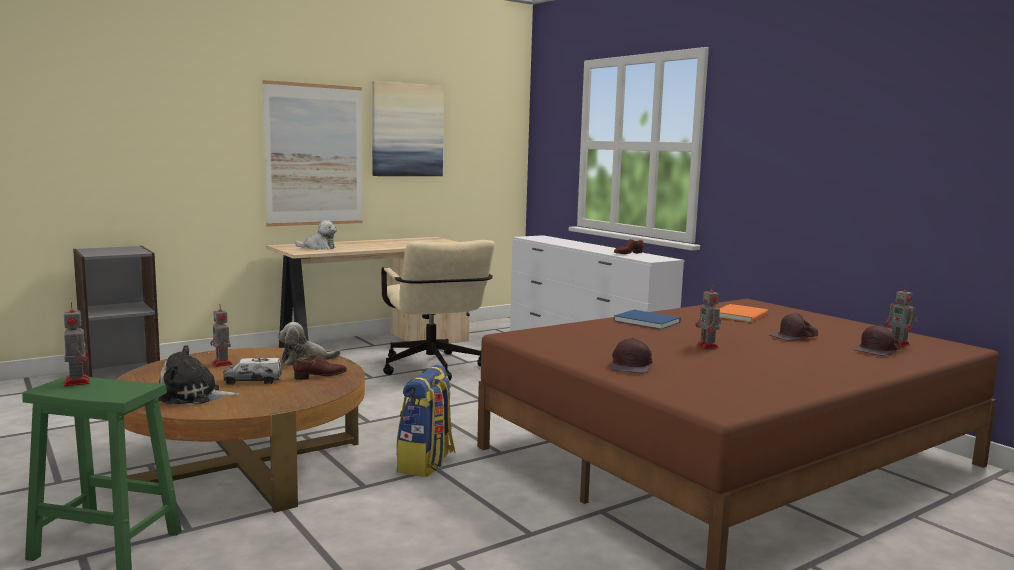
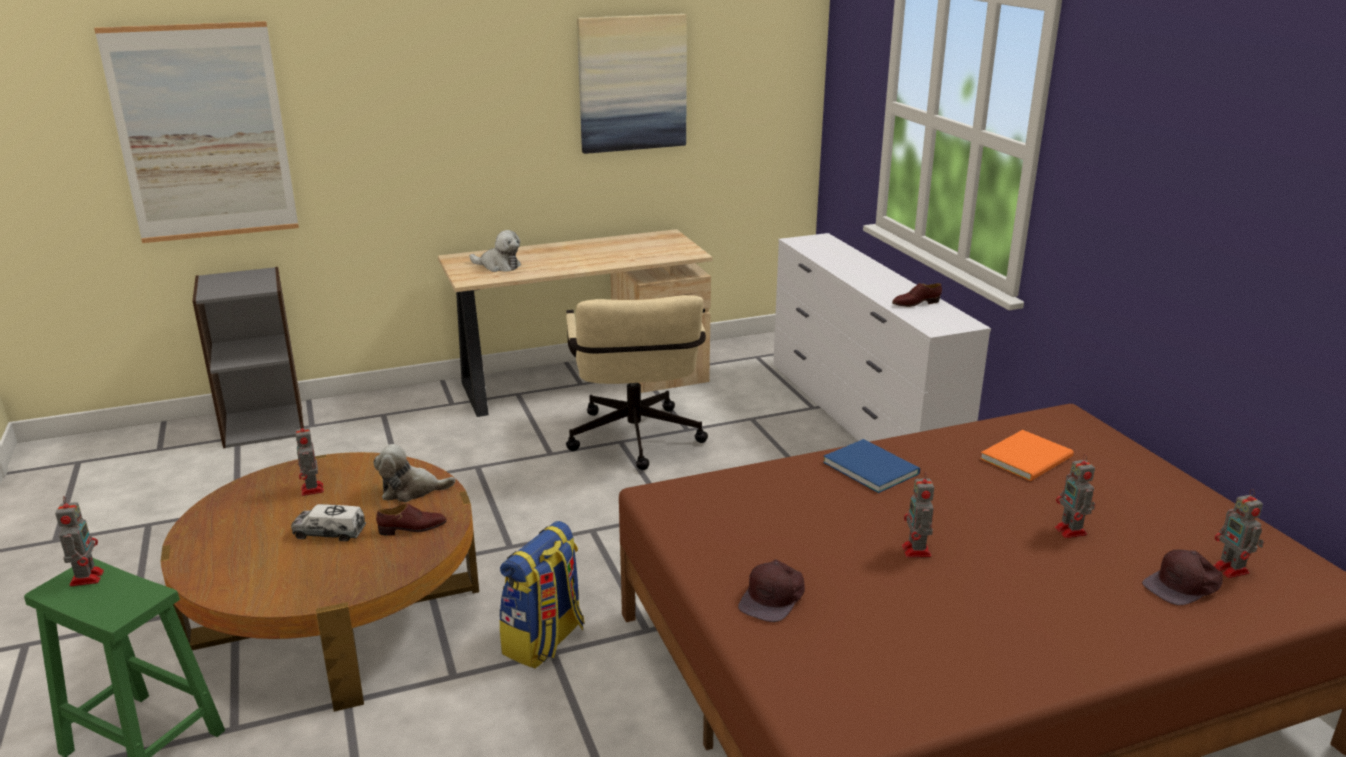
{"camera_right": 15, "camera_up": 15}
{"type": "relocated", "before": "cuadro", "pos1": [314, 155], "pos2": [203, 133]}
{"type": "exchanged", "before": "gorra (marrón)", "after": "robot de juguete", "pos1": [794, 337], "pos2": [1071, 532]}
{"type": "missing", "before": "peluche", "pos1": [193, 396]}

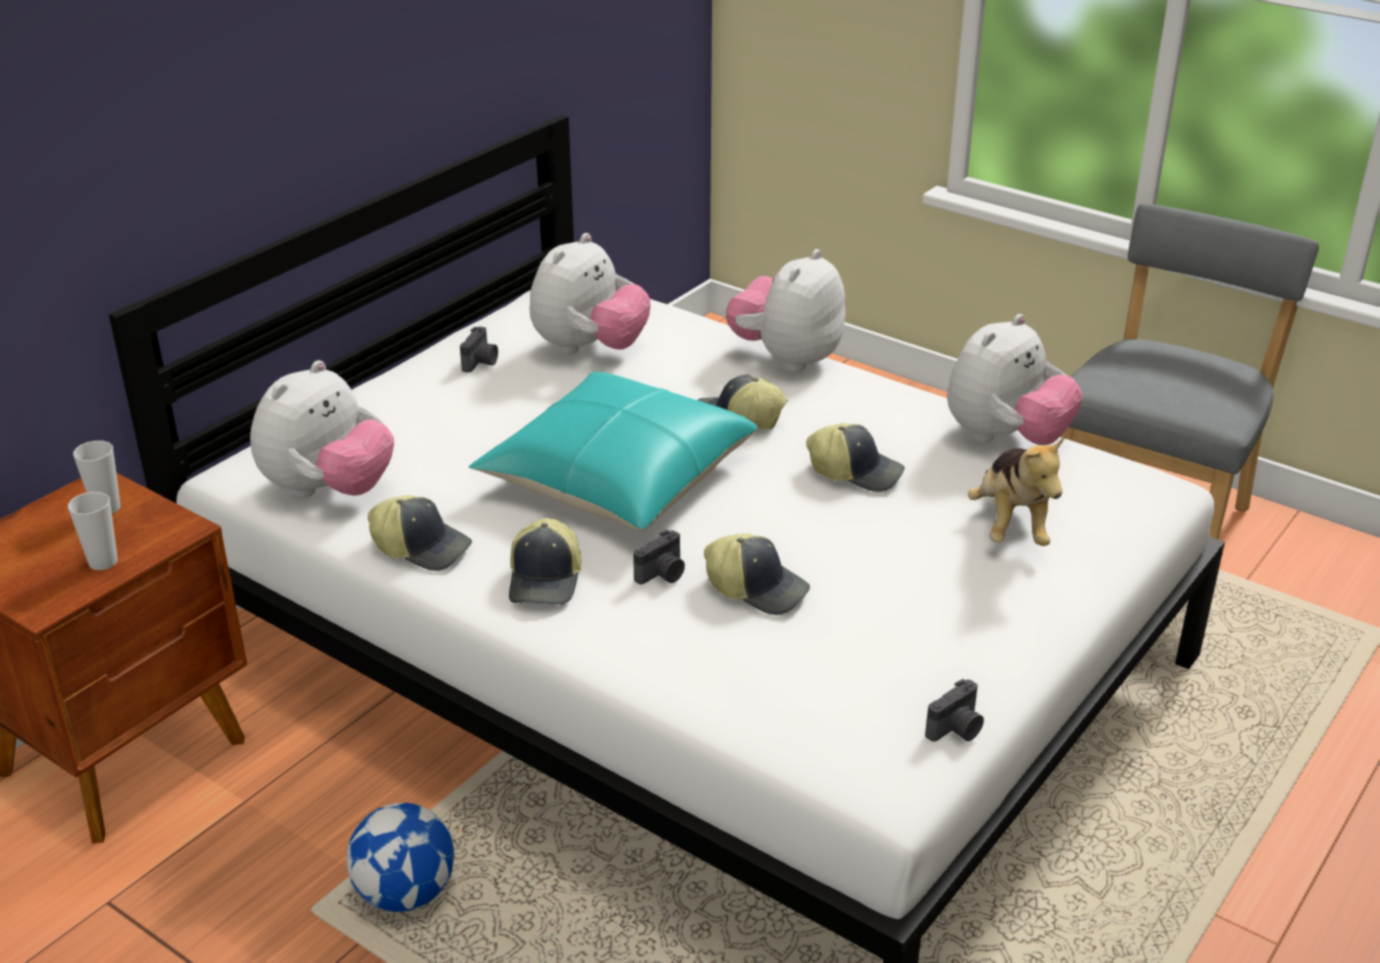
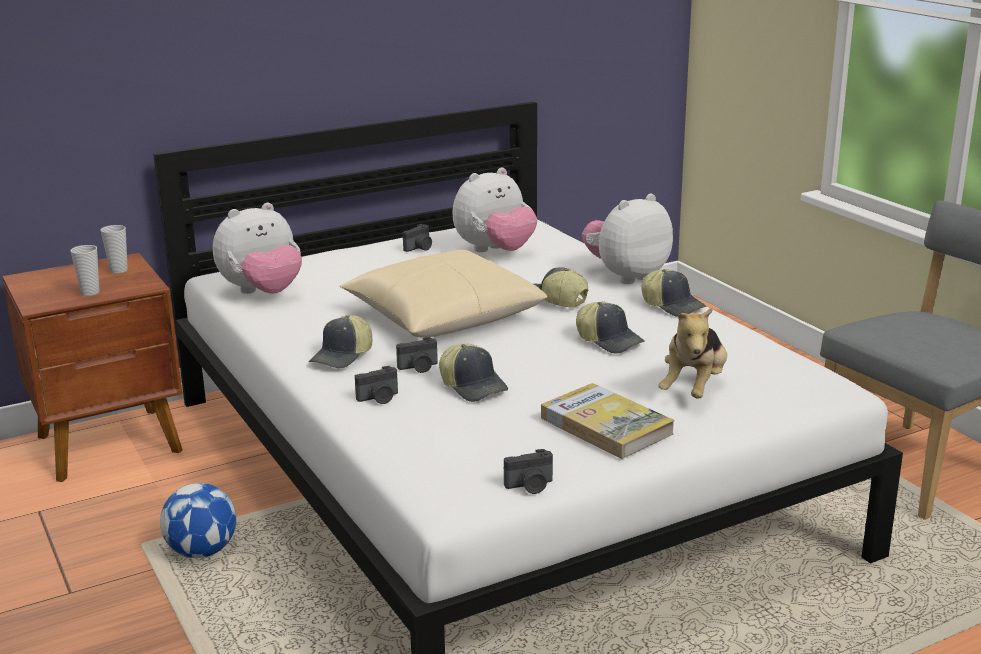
{"camera_right": 25, "camera_up": -10}
{"type": "colour", "before": "cojín (turquesa)", "after": "cojín (beis)", "pos1": [617, 478], "pos2": [443, 316]}
{"type": "appeared", "after": "cámara", "pos2": [379, 398]}
{"type": "appeared", "after": "libro", "pos2": [606, 426]}
{"type": "relocated", "before": "gorra", "pos1": [422, 547], "pos2": [673, 306]}
{"type": "missing", "before": "peluche", "pos1": [1005, 439]}

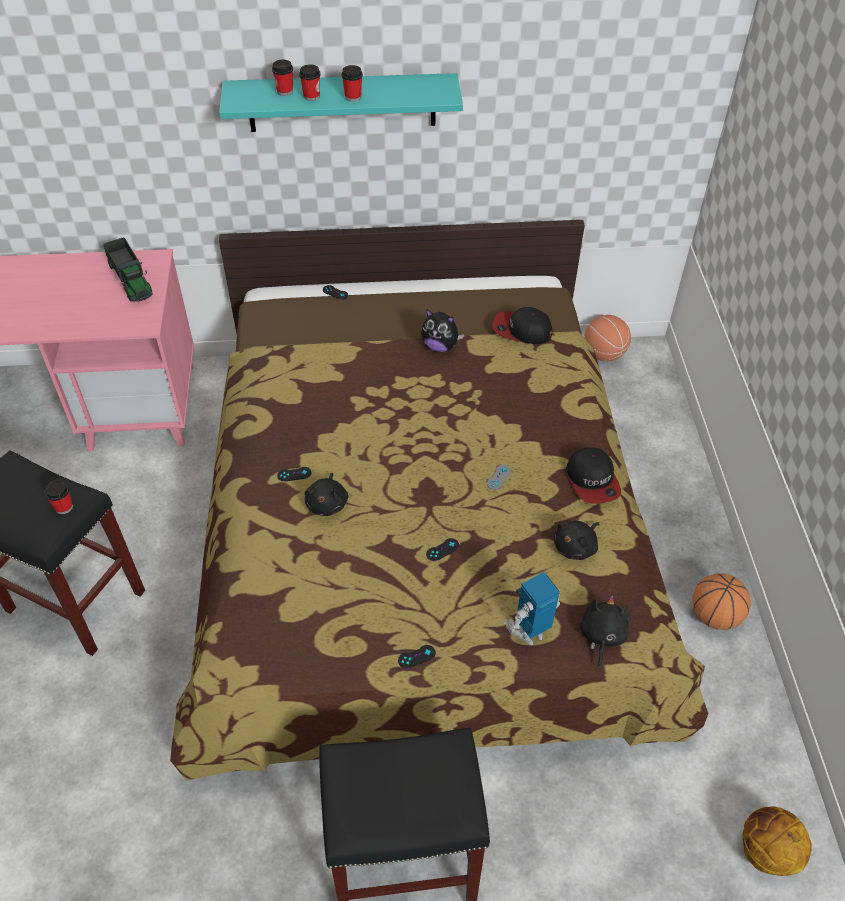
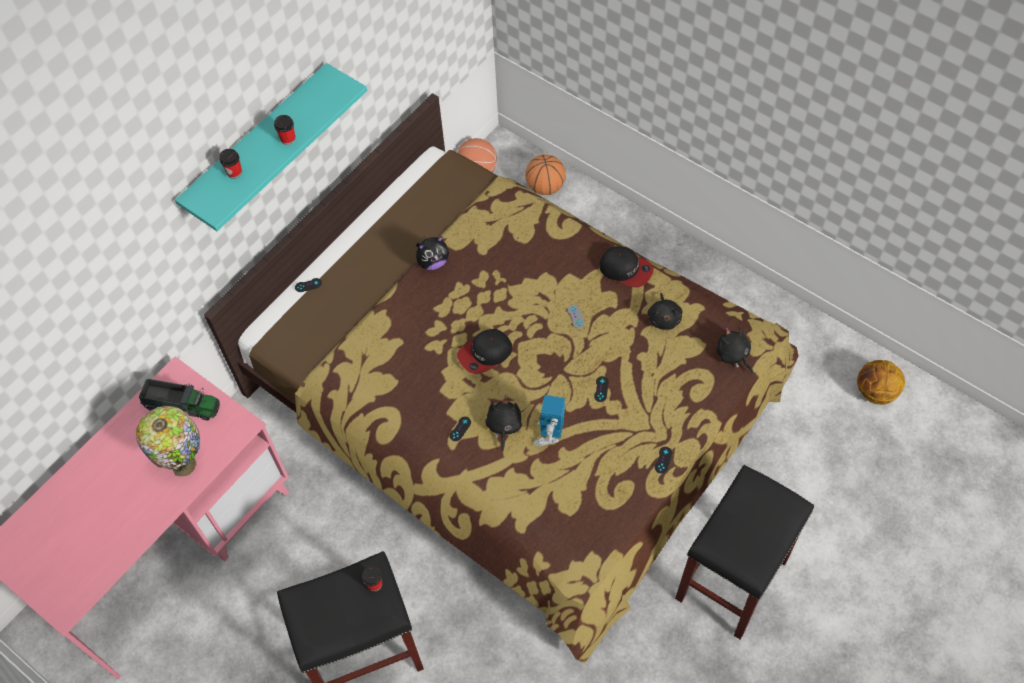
{"camera_right": -45, "camera_up": 10}
{"type": "appeared", "after": "lámpara de mesa", "pos2": [185, 463]}
{"type": "relocated", "before": "gorra", "pos1": [522, 330], "pos2": [485, 354]}
{"type": "spun", "before": "peluche (negro)", "pos1": [327, 503], "pos2": [503, 426], "turn": -135}
{"type": "relocated", "before": "balón de baloncesto", "pos1": [714, 616], "pos2": [545, 187]}
{"type": "relocated", "before": "robot de juguete", "pos1": [529, 631], "pos2": [549, 435]}
{"type": "missing", "before": "taza", "pos1": [311, 96]}

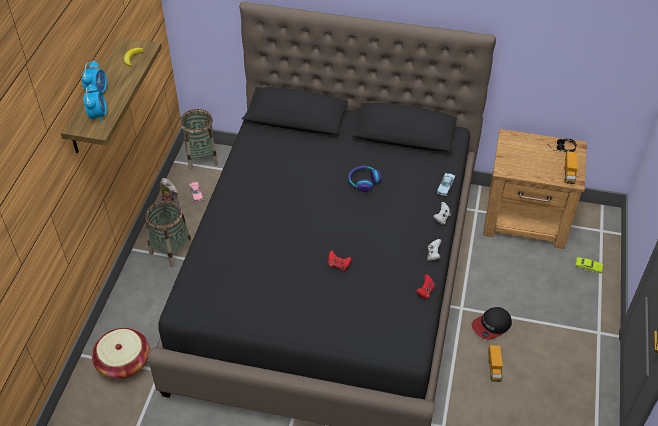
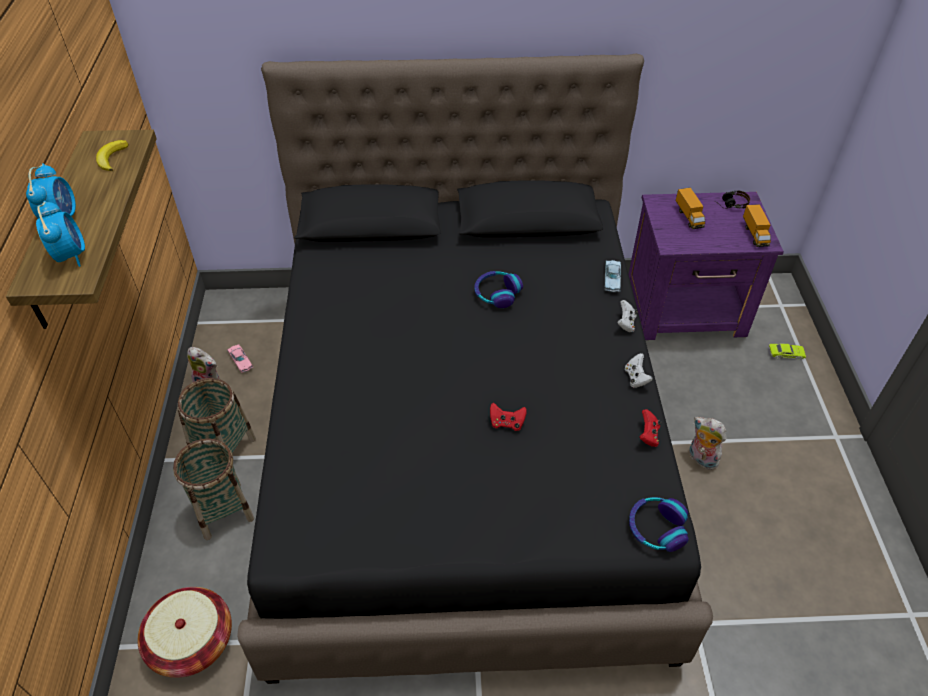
{"camera_right": -15, "camera_up": 0}
{"type": "relocated", "before": "cesta", "pos1": [201, 157], "pos2": [223, 511]}
{"type": "colour", "before": "mesita de noche (marrón)", "after": "mesita de noche (morado)", "pos1": [526, 219], "pos2": [687, 309]}
{"type": "appeared", "after": "auriculares", "pos2": [656, 528]}
{"type": "relocated", "before": "camión de juguete", "pos1": [494, 368], "pos2": [688, 217]}
{"type": "exchanged", "before": "gorra", "after": "peluche", "pos1": [491, 326], "pos2": [700, 459]}

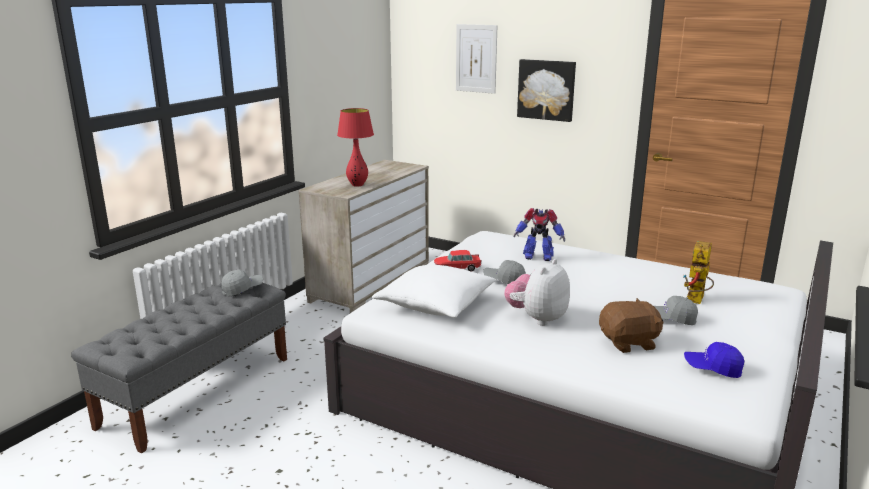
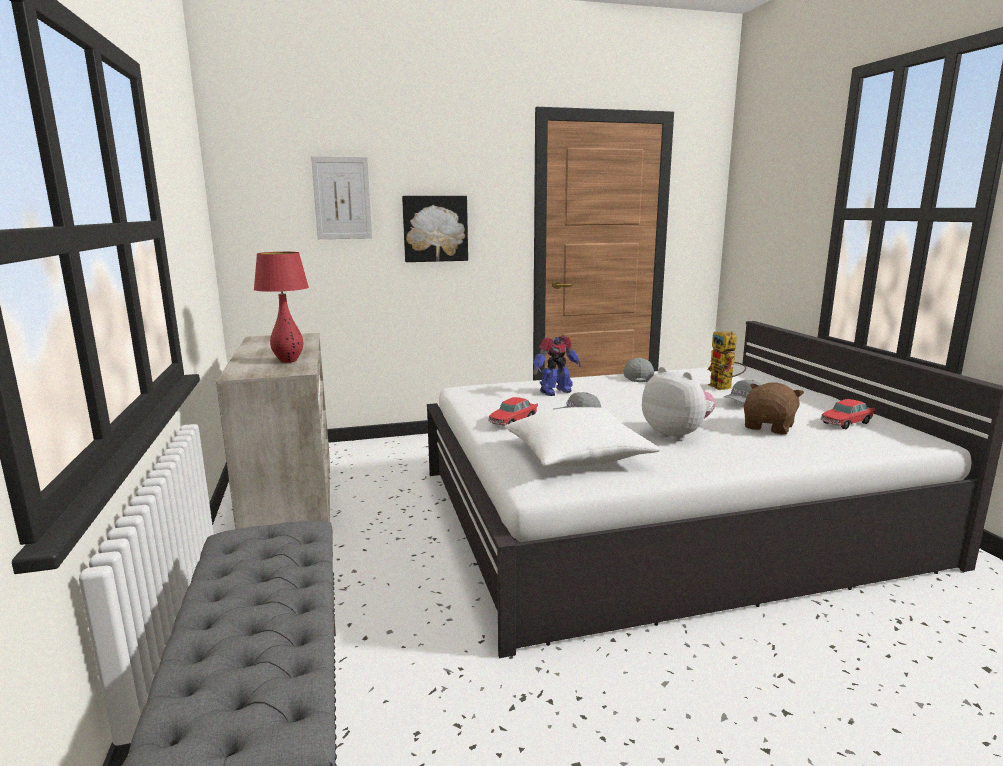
{"camera_right": -45, "camera_up": -5}
{"type": "relocated", "before": "gorra (gris)", "pos1": [242, 289], "pos2": [637, 377]}
{"type": "spun", "before": "peluche", "pos1": [537, 318], "pos2": [676, 435], "turn": 150}
{"type": "exchanged", "before": "gorra (azul)", "after": "coche de juguete", "pos1": [712, 369], "pos2": [846, 423]}

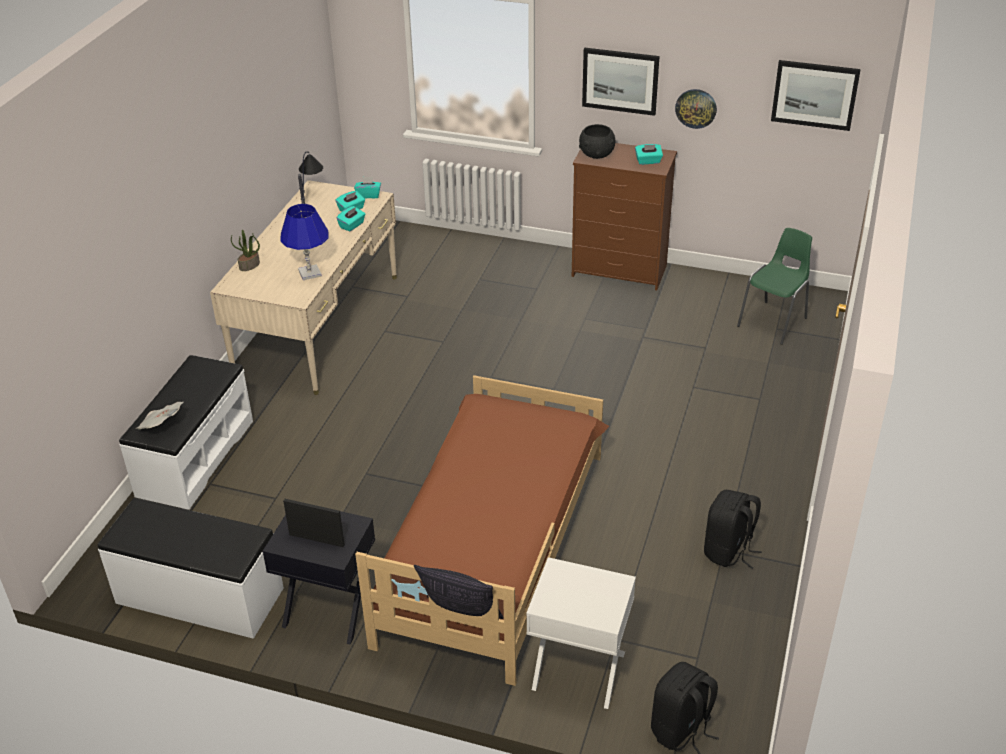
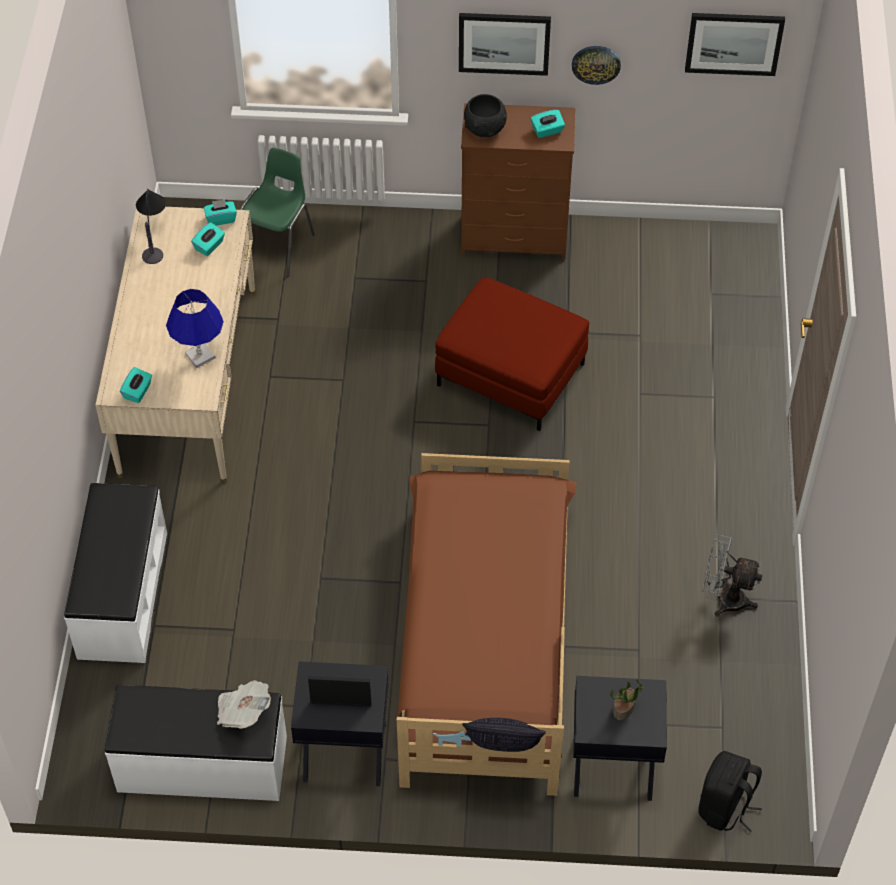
{"camera_right": -15, "camera_up": 15}
{"type": "relocated", "before": "caja de pañuelos (turquesa)", "pos1": [352, 225], "pos2": [138, 392]}
{"type": "relocated", "before": "periódico", "pos1": [162, 425], "pos2": [243, 711]}
{"type": "relocated", "before": "silla (verde)", "pos1": [774, 322], "pos2": [278, 245]}
{"type": "appeared", "after": "puf (rojo)", "pos2": [512, 374]}
{"type": "colour", "before": "mesita de noche (blanco)", "after": "mesita de noche (negro)", "pos1": [578, 671], "pos2": [613, 767]}
{"type": "relocated", "before": "planta en maceta", "pos1": [249, 266], "pos2": [624, 708]}
{"type": "exchanged", "before": "mochila (negro)", "after": "ventilador (gris)", "pos1": [728, 551], "pos2": [724, 599]}

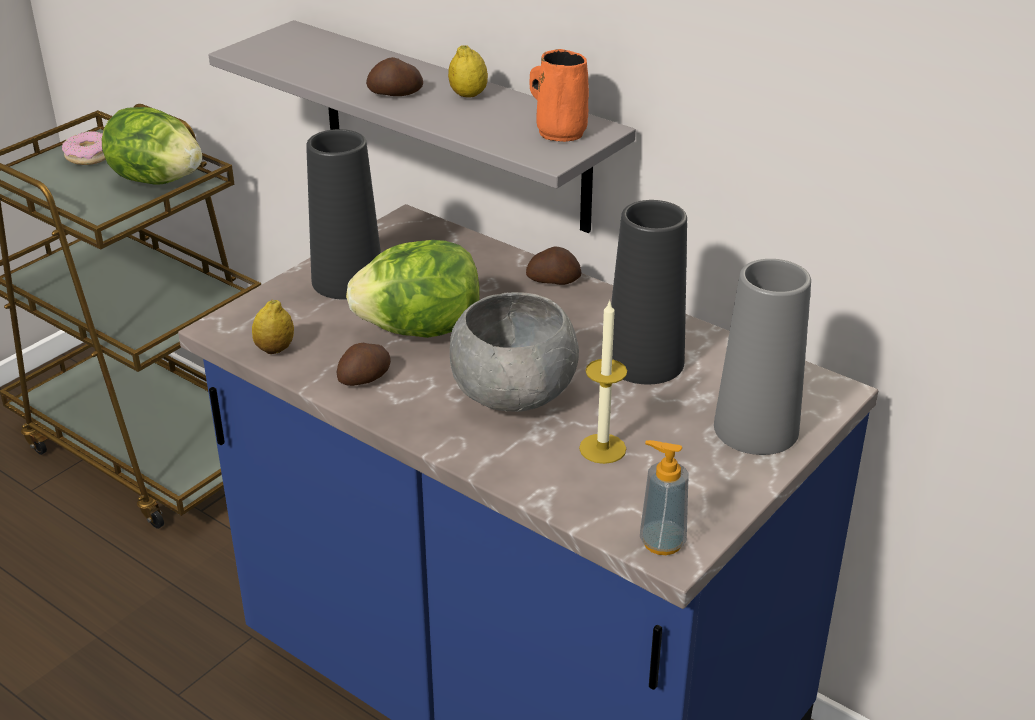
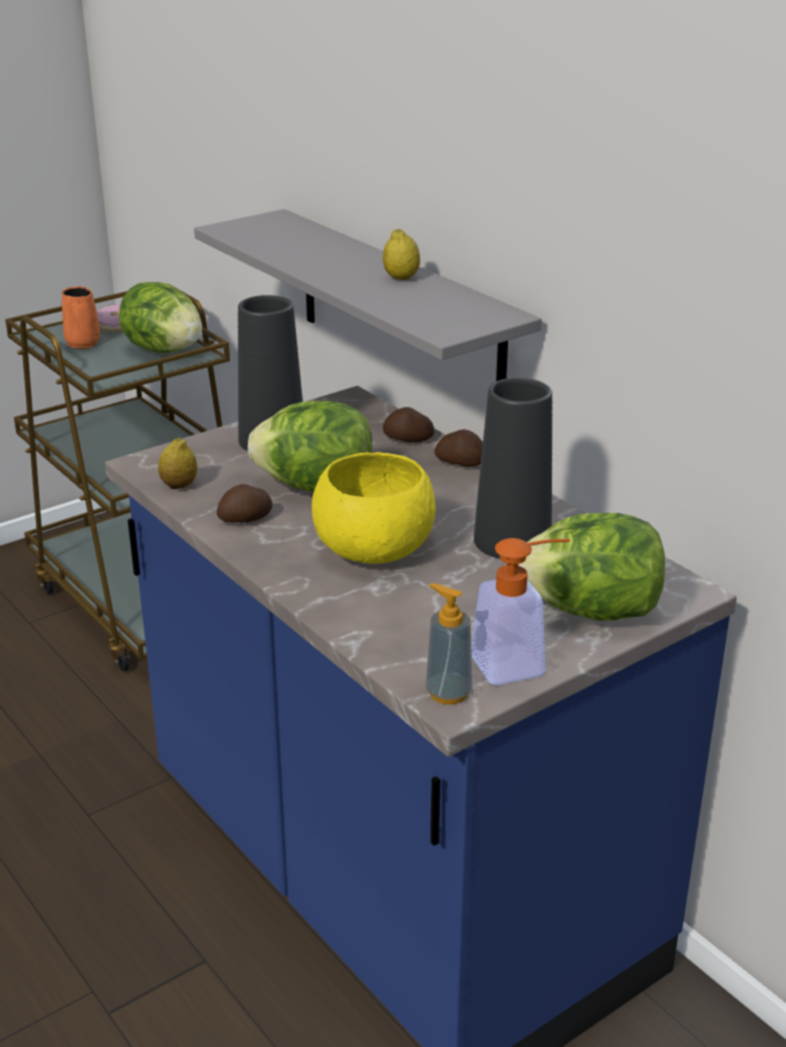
{"camera_right": 15, "camera_up": -5}
{"type": "relocated", "before": "taza grande (naranja)", "pos1": [559, 131], "pos2": [82, 342]}
{"type": "colour", "before": "cuenco (gris)", "after": "cuenco (amarillo)", "pos1": [512, 393], "pos2": [372, 549]}
{"type": "relocated", "before": "patata", "pos1": [395, 94], "pos2": [408, 440]}
{"type": "appeared", "after": "dispensador de jabón", "pos2": [520, 663]}
{"type": "exchanged", "before": "florero (gris)", "after": "lechuga", "pos1": [756, 428], "pos2": [592, 611]}
{"type": "missing", "before": "vela", "pos1": [602, 448]}

